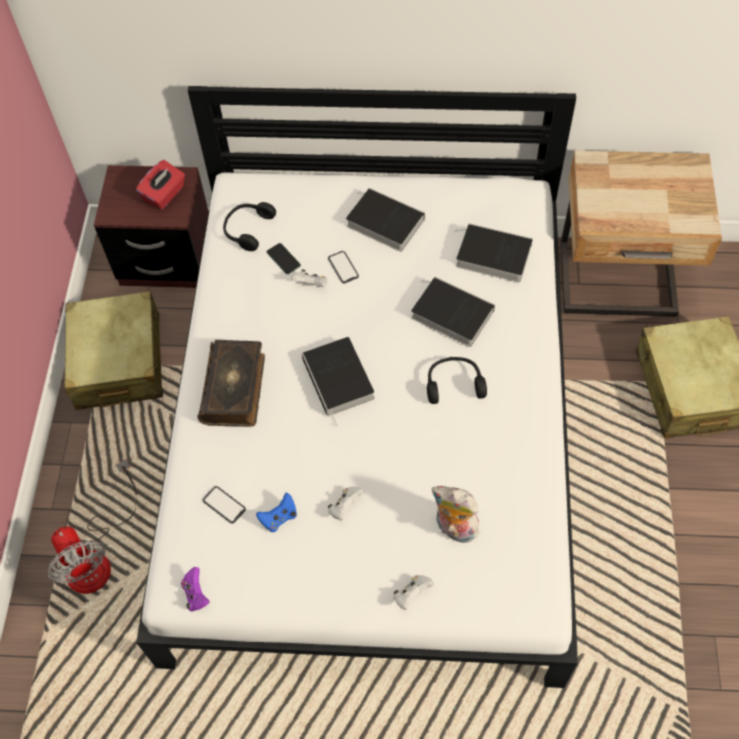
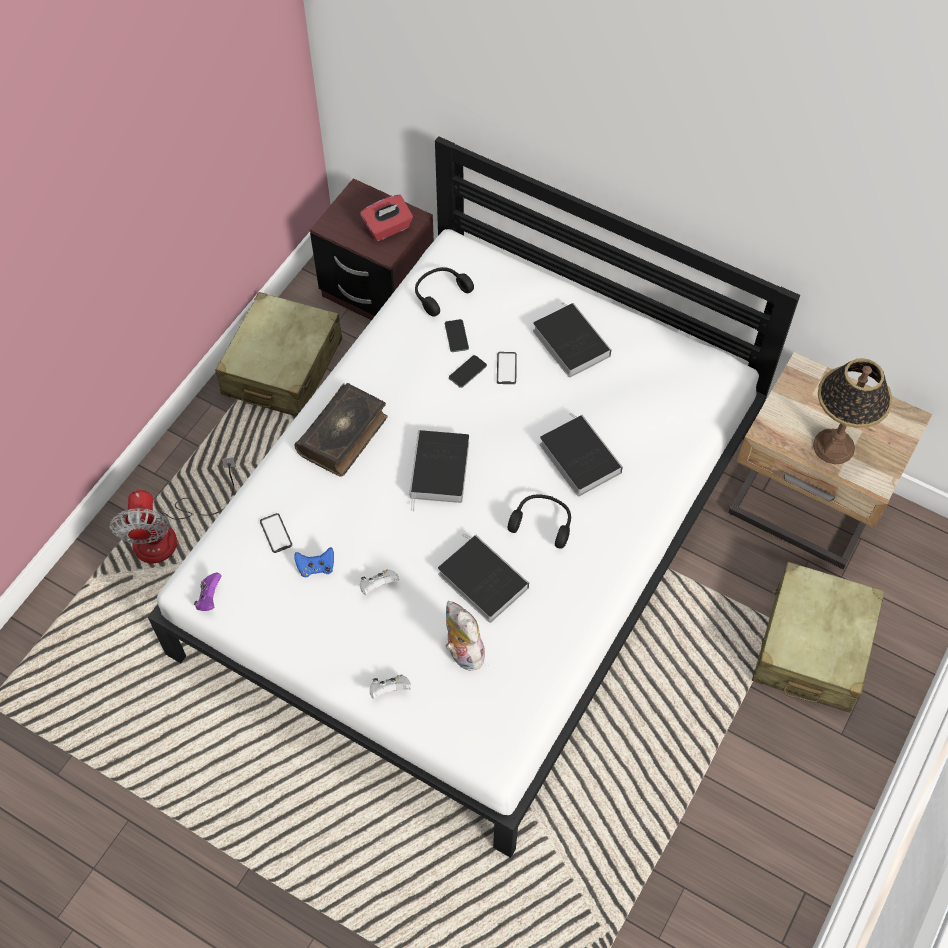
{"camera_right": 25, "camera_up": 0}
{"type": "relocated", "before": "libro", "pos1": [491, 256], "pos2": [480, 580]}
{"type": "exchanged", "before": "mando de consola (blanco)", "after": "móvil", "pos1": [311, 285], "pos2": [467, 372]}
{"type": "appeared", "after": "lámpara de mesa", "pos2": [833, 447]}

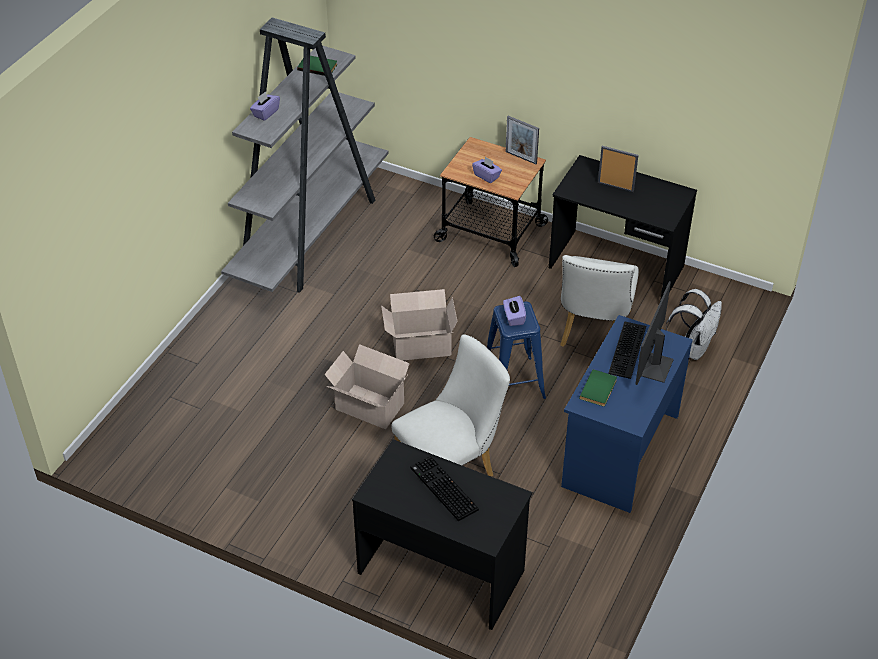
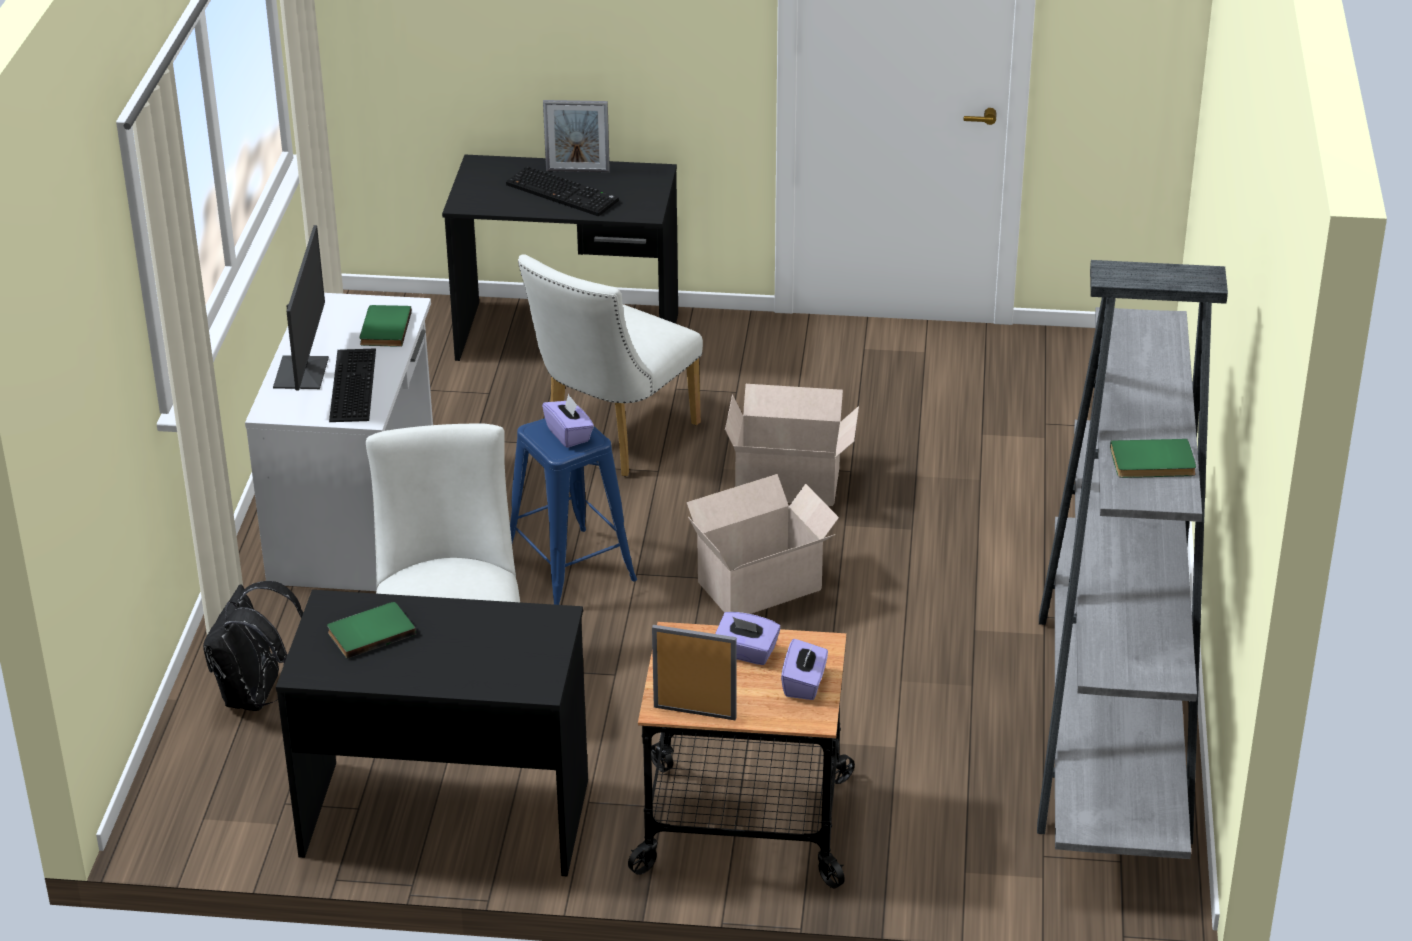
{"camera_right": 160, "camera_up": -10}
{"type": "colour", "before": "mochila (blanco)", "after": "mochila (negro)", "pos1": [692, 348], "pos2": [256, 697]}
{"type": "colour", "before": "escritorio (azul)", "after": "escritorio (blanco)", "pos1": [619, 450], "pos2": [356, 517]}
{"type": "appeared", "after": "libro (verde)", "pos2": [370, 632]}
{"type": "relocated", "before": "portarretratos", "pos1": [615, 186], "pos2": [577, 170]}
{"type": "relocated", "before": "caja de pañuelos (morado)", "pos1": [265, 113], "pos2": [804, 684]}

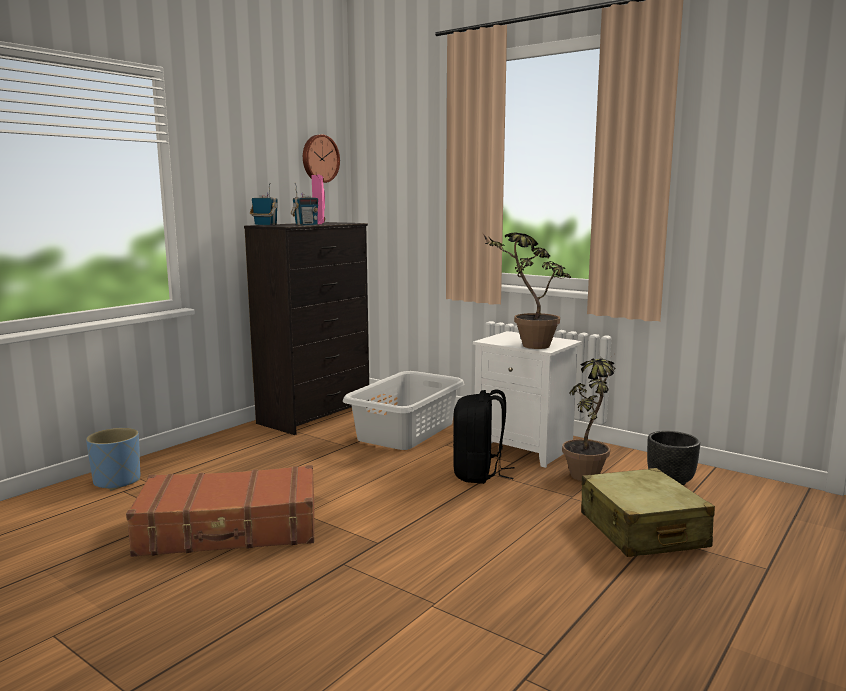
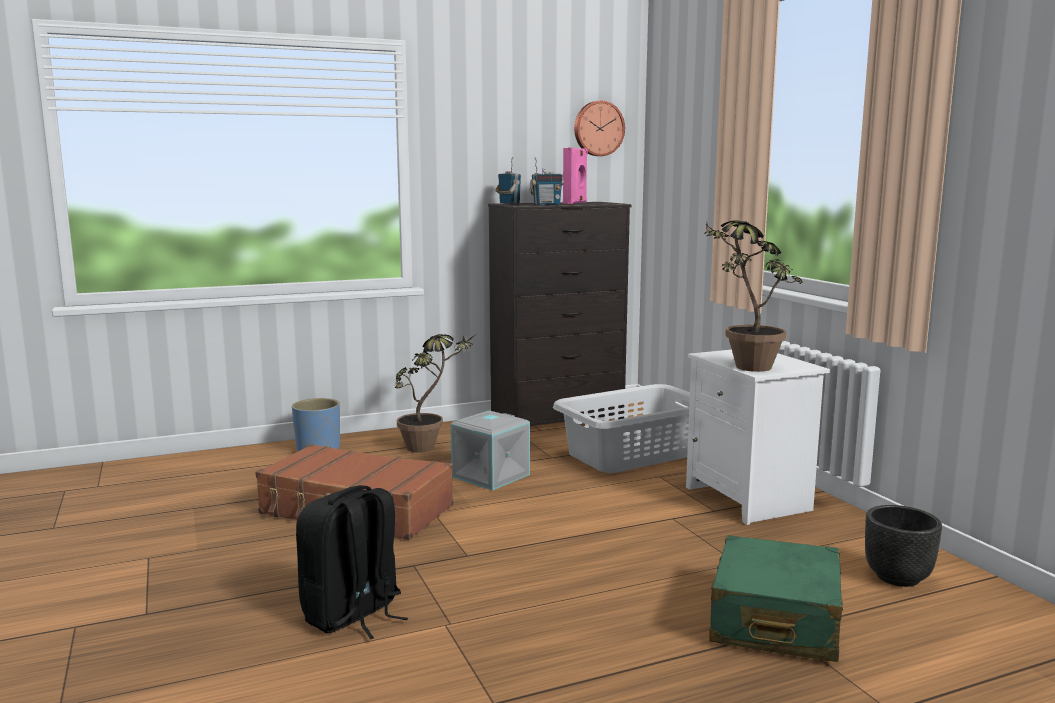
{"camera_right": 30, "camera_up": 0}
{"type": "relocated", "before": "mochila (negro)", "pos1": [479, 474], "pos2": [353, 615]}
{"type": "relocated", "before": "planta en maceta", "pos1": [588, 472], "pos2": [430, 446]}
{"type": "appeared", "after": "caja de almacenaje (gris)", "pos2": [491, 476]}
{"type": "colour", "before": "maleta (beis)", "after": "maleta (verde)", "pos1": [642, 530], "pos2": [775, 621]}

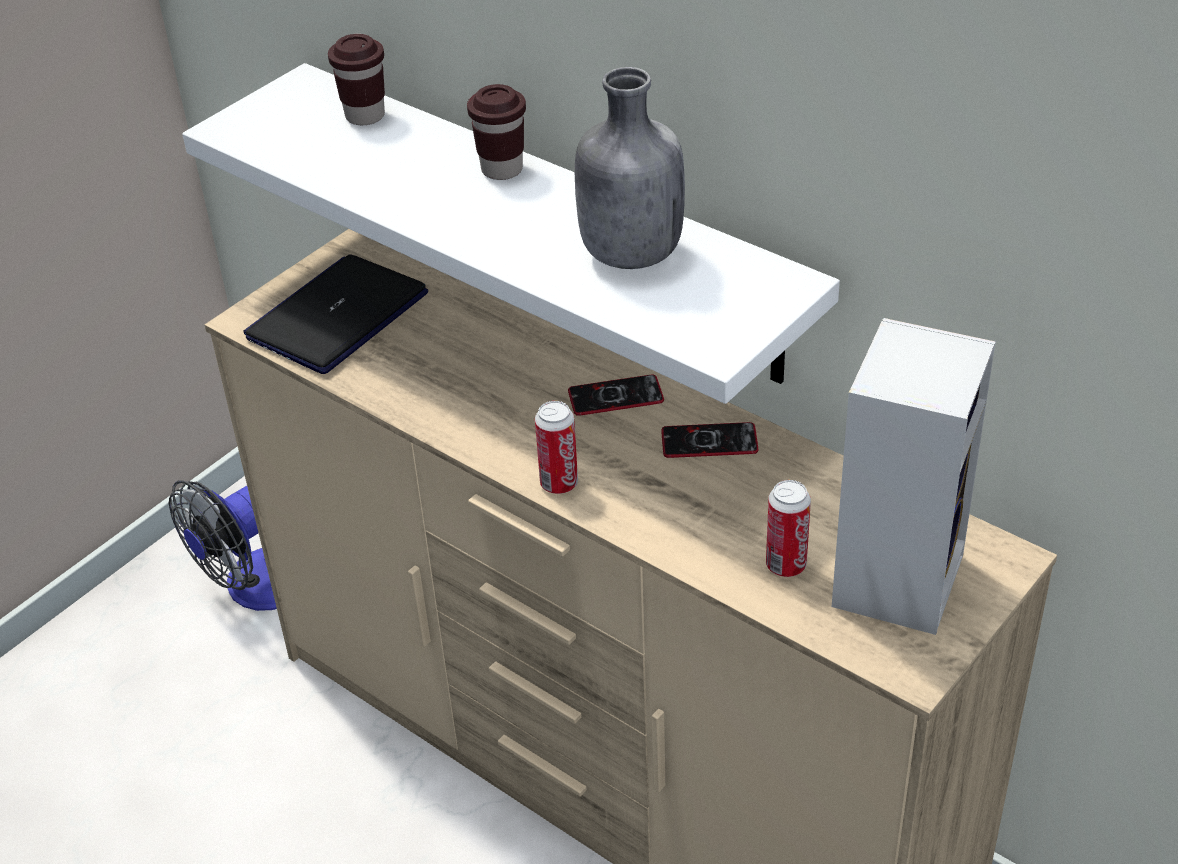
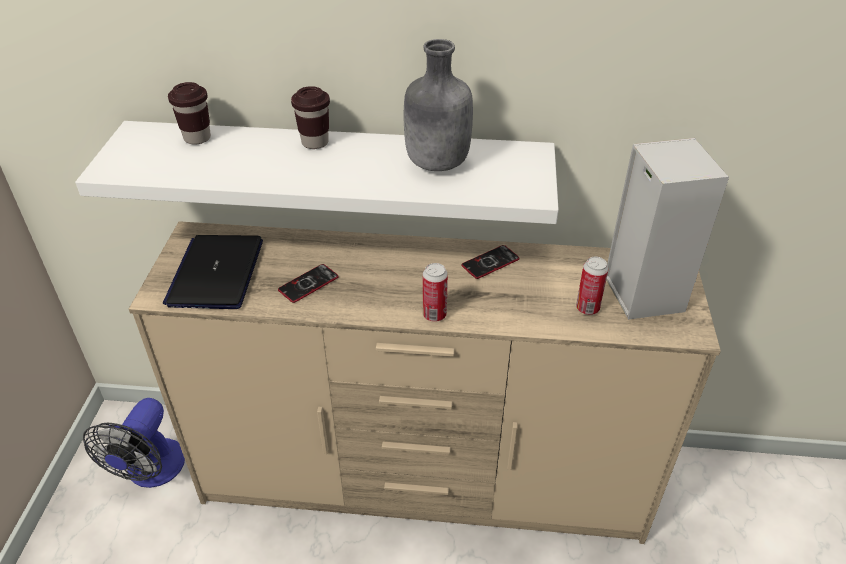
{"camera_right": -35, "camera_up": 0}
{"type": "relocated", "before": "móvil", "pos1": [615, 397], "pos2": [308, 284]}

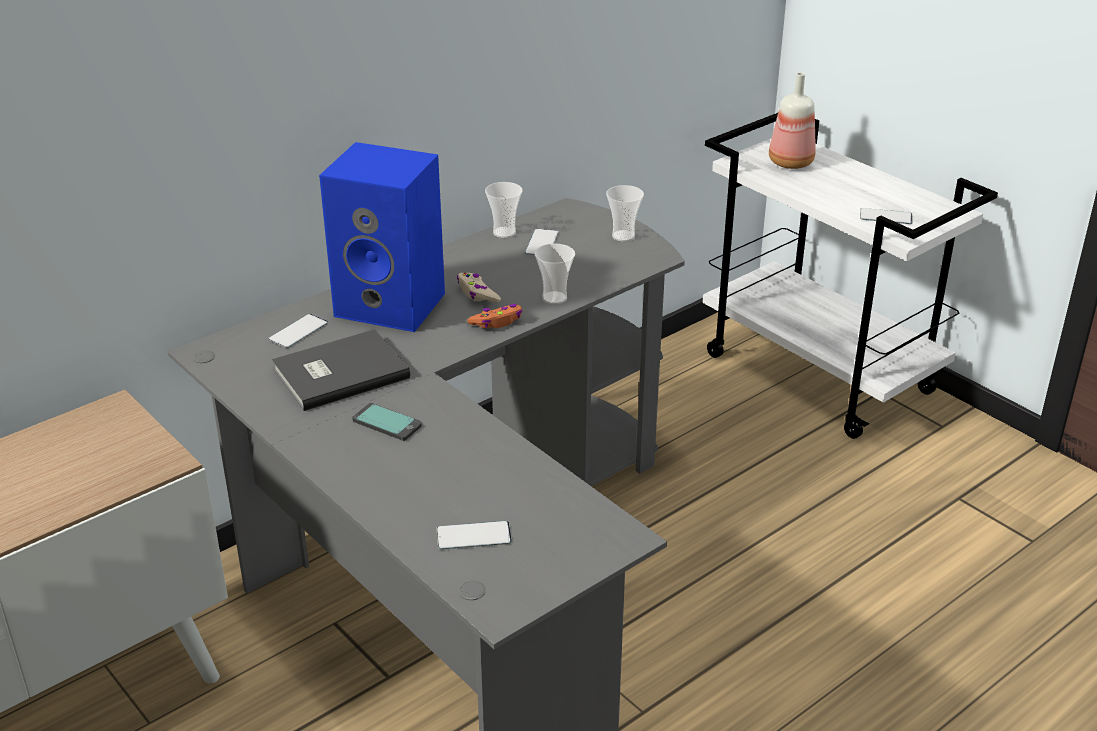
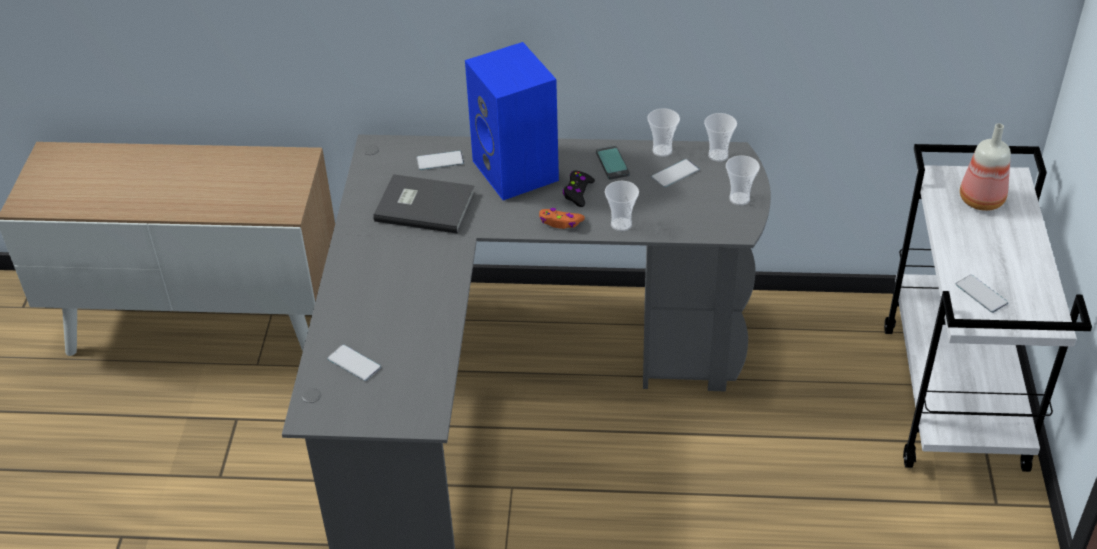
{"camera_right": 45, "camera_up": 10}
{"type": "colour", "before": "mando de consola (beis)", "after": "mando de consola (negro)", "pos1": [477, 294], "pos2": [578, 192]}
{"type": "relocated", "before": "móvil", "pos1": [387, 423], "pos2": [612, 163]}
{"type": "appeared", "after": "taza", "pos2": [718, 155]}

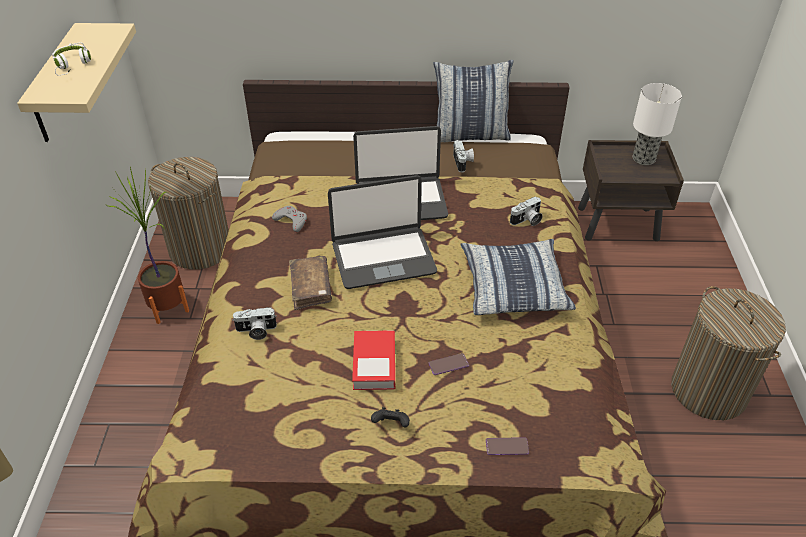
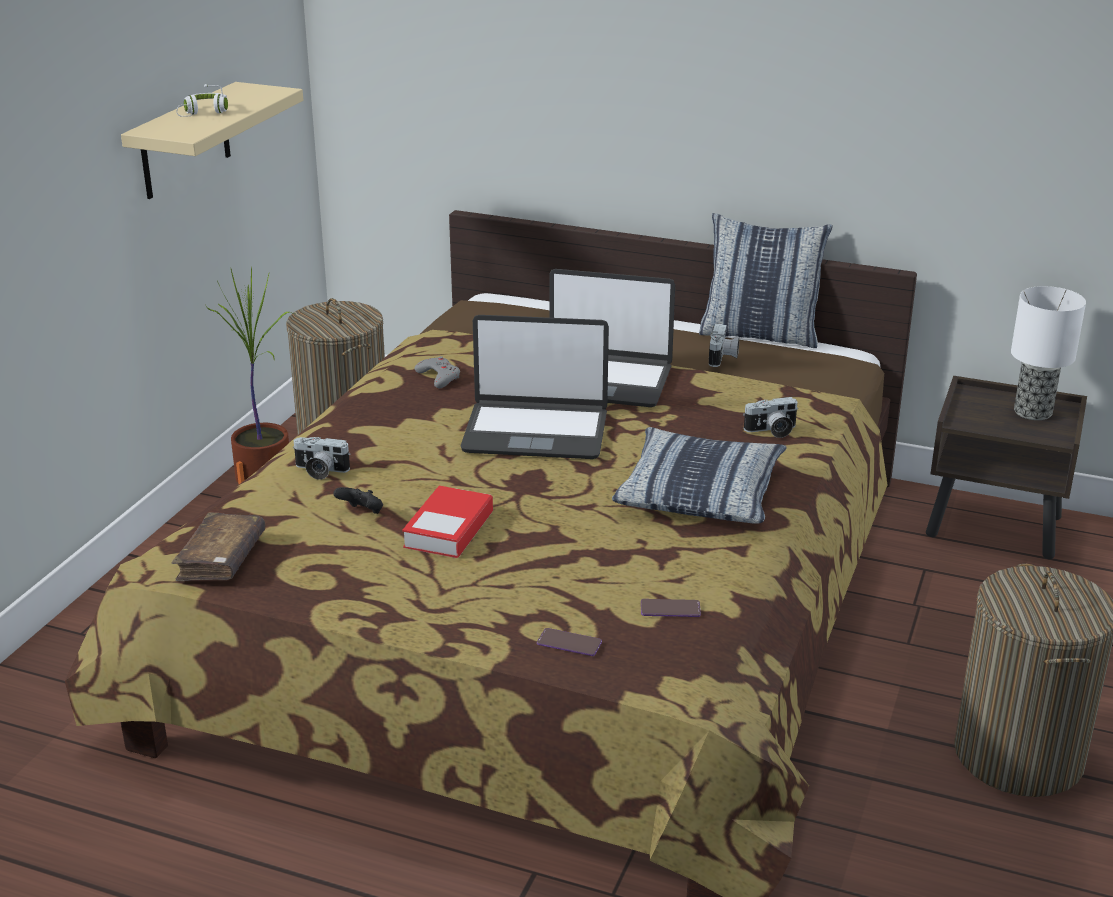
{"camera_right": 20, "camera_up": -15}
{"type": "relocated", "before": "libro (marrón)", "pos1": [311, 287], "pos2": [221, 559]}
{"type": "relocated", "before": "mando de consola (negro)", "pos1": [391, 424], "pos2": [362, 513]}
{"type": "relocated", "before": "móvil", "pos1": [448, 364], "pos2": [670, 609]}

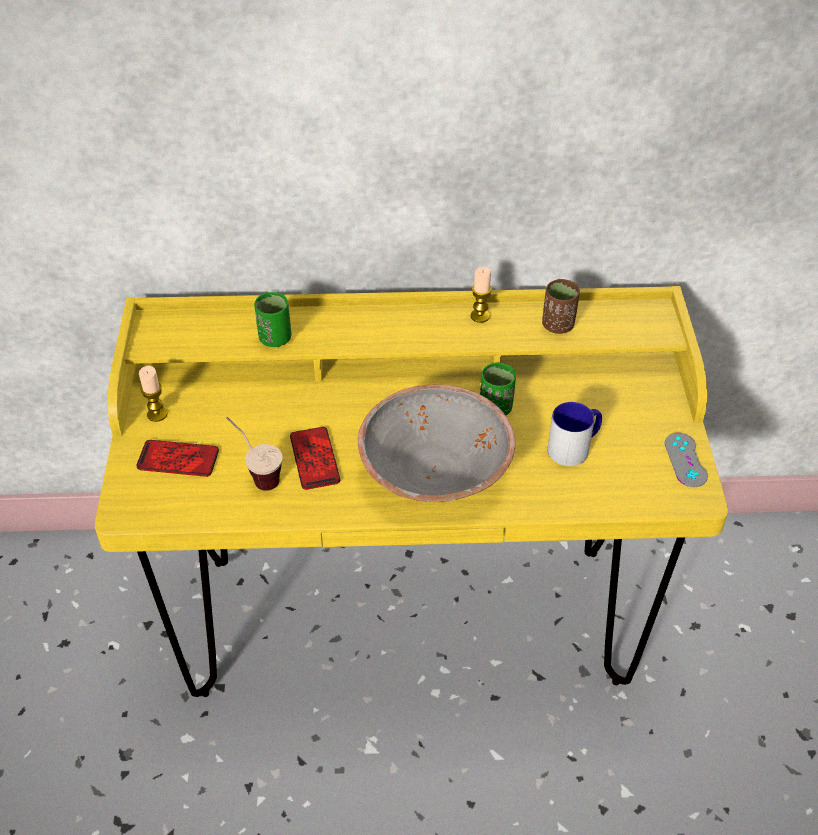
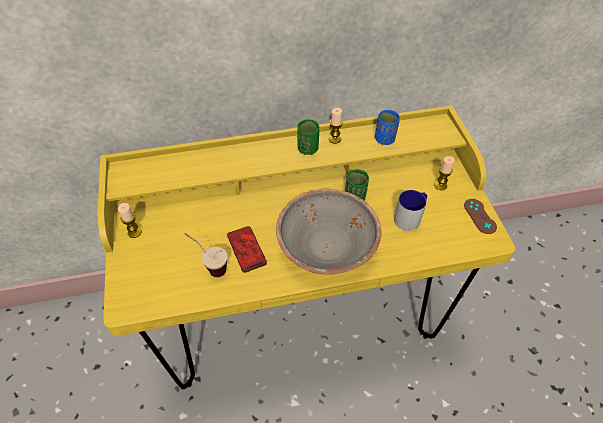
{"camera_right": -10, "camera_up": 5}
{"type": "relocated", "before": "taza (verde)", "pos1": [275, 338], "pos2": [308, 149]}
{"type": "colour", "before": "taza (marrón)", "after": "taza (azul)", "pos1": [558, 325], "pos2": [384, 139]}
{"type": "appeared", "after": "vela", "pos2": [440, 185]}
{"type": "colour", "before": "mando de consola (gris)", "after": "mando de consola (marrón)", "pos1": [685, 460], "pos2": [480, 216]}
{"type": "missing", "before": "móvil", "pos1": [178, 459]}

